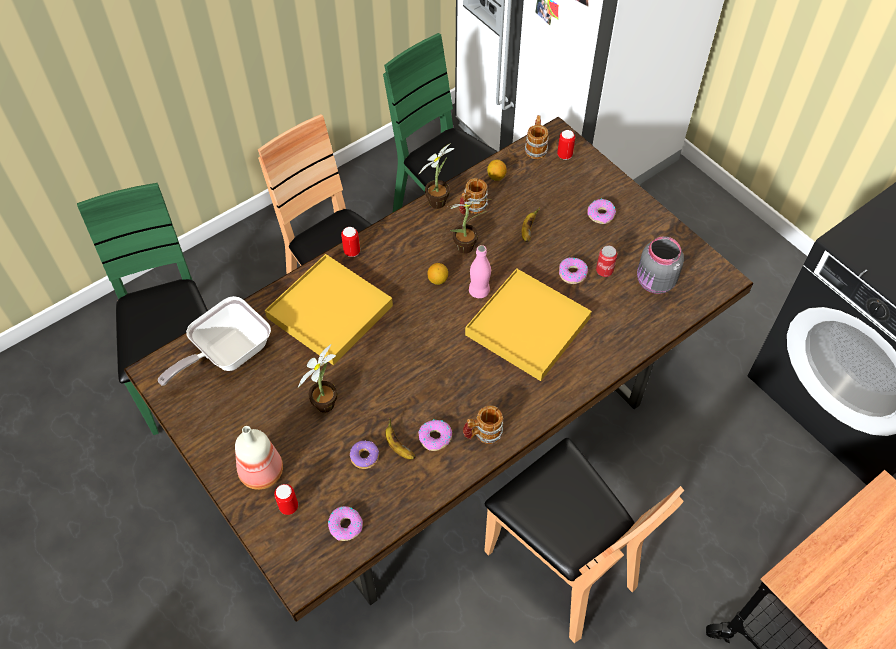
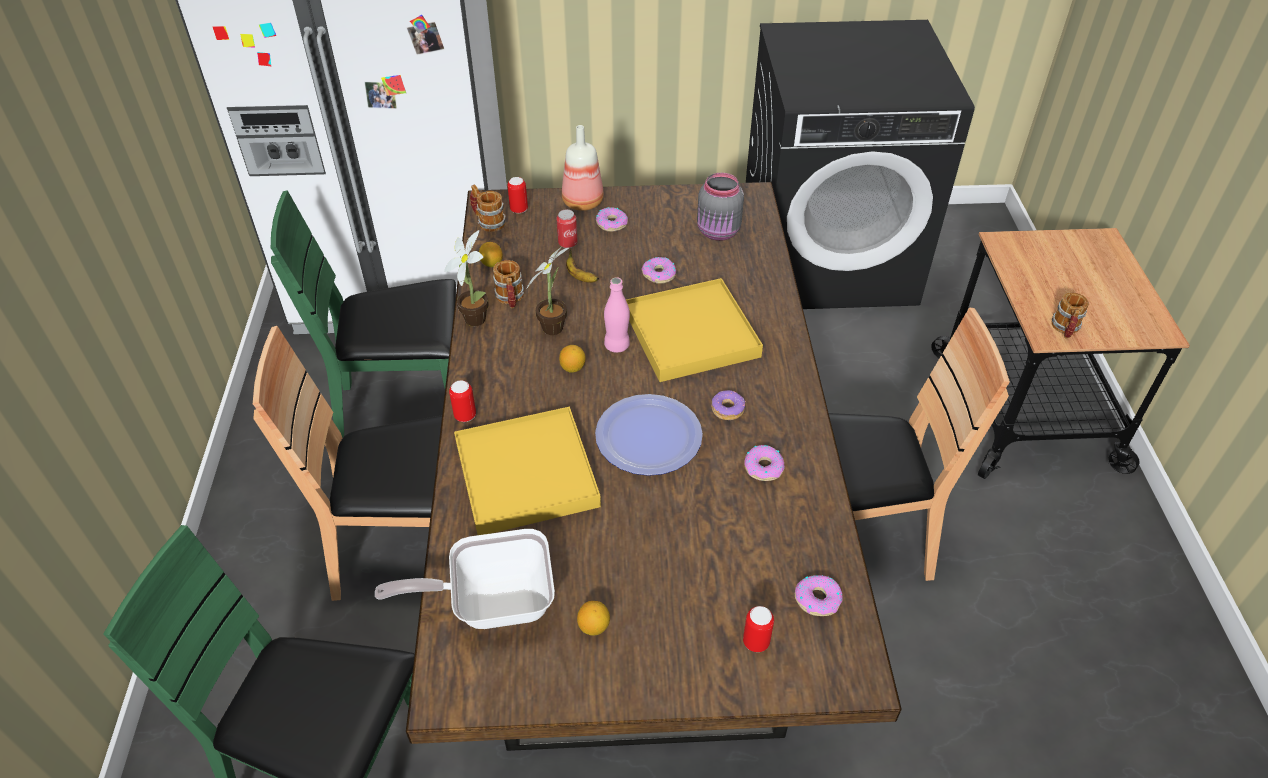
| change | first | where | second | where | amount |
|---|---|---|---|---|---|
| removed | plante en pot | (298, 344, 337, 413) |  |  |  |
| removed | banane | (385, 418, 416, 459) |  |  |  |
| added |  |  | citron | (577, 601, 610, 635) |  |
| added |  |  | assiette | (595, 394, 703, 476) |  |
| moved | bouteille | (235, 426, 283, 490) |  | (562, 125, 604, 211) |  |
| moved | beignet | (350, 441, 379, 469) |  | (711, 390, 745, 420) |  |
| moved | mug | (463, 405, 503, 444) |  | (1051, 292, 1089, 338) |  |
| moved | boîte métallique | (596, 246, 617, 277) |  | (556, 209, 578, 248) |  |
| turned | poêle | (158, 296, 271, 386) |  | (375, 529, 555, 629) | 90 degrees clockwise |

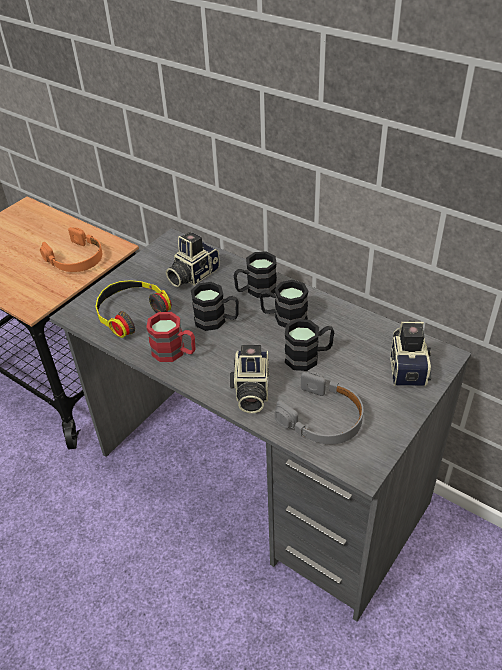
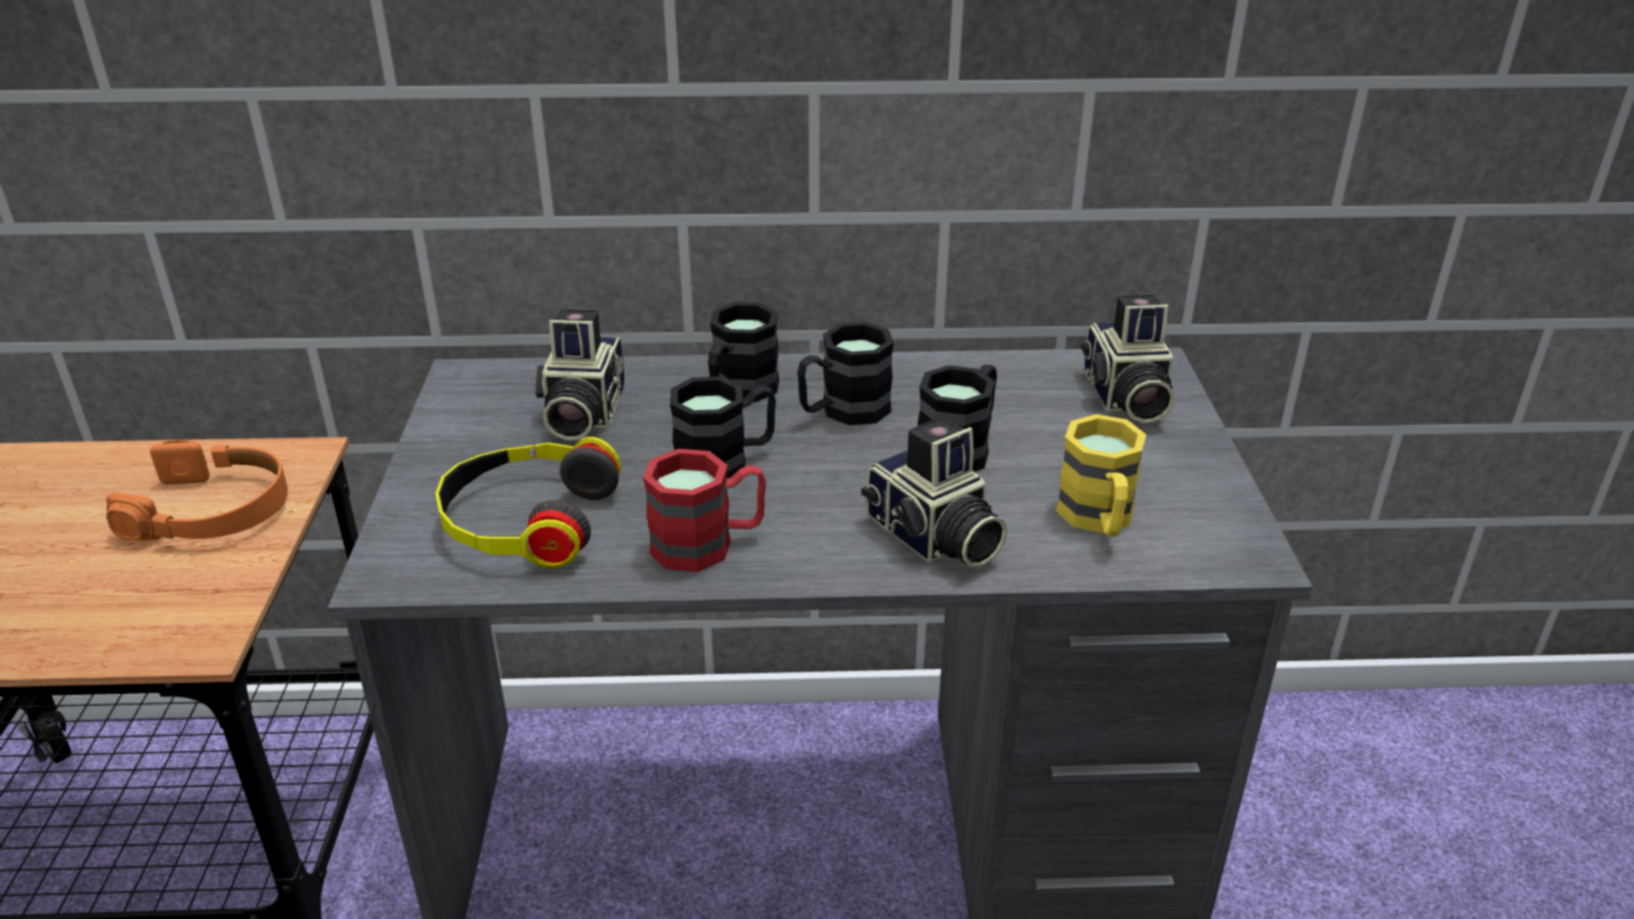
| change | first | where | second | where | amount |
|---|---|---|---|---|---|
| replaced | casque audio/gris | (274, 371, 364, 444) | mug/jaune | (1056, 414, 1146, 537) |  |
| turned | appareil photo | (390, 321, 431, 386) |  | (1081, 294, 1175, 423) | 150 degrees counterclockwise |

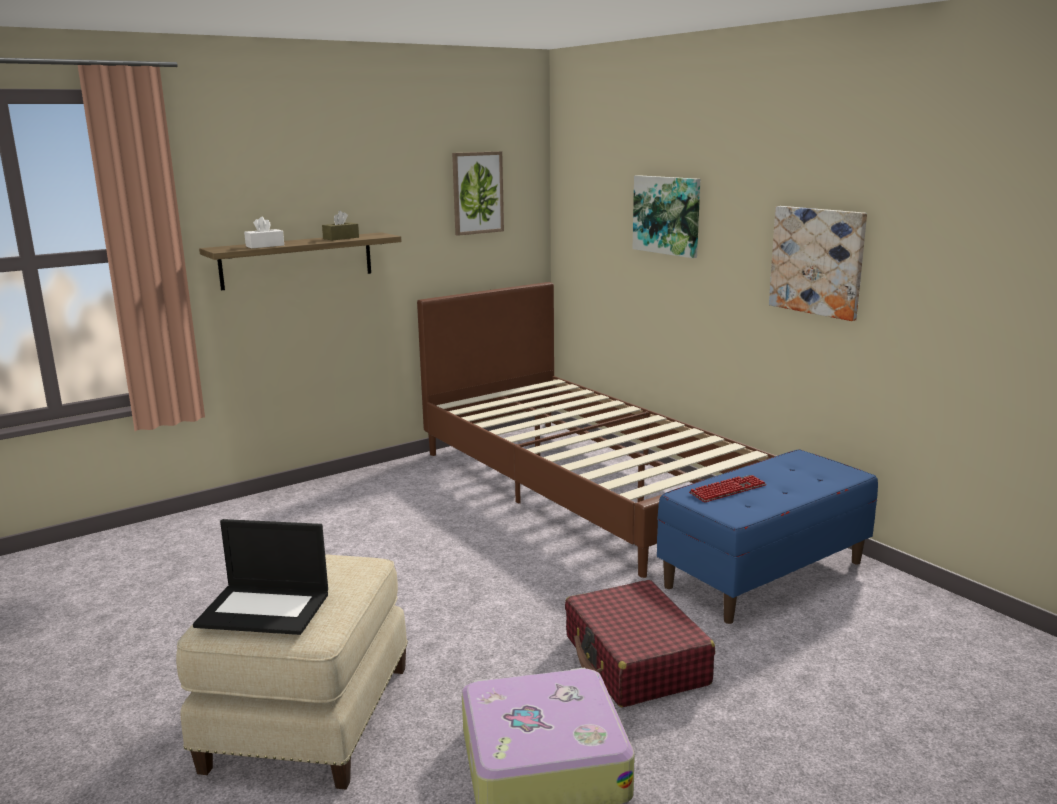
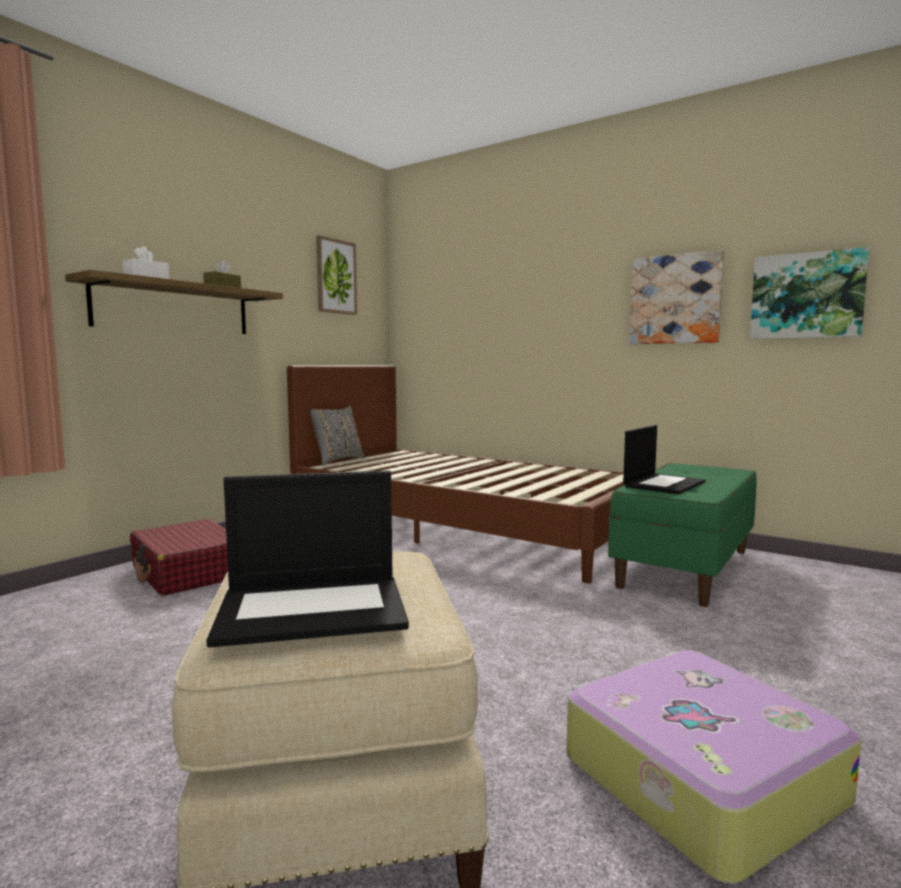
| change | first | where | second | where | amount |
|---|---|---|---|---|---|
| added |  |  | coussin/gris | (310, 406, 365, 466) |  |
| moved | valise/rouge | (565, 580, 715, 707) |  | (130, 519, 228, 596) |  |
| moved | tableau | (633, 175, 700, 258) |  | (750, 247, 869, 339) |  |
| replaced | clavier | (689, 475, 766, 502) | ordinateur portable | (623, 425, 706, 494) |  |
| recoloured | banc/bleu | (657, 449, 878, 624) | banc/vert | (608, 463, 757, 607) |  |

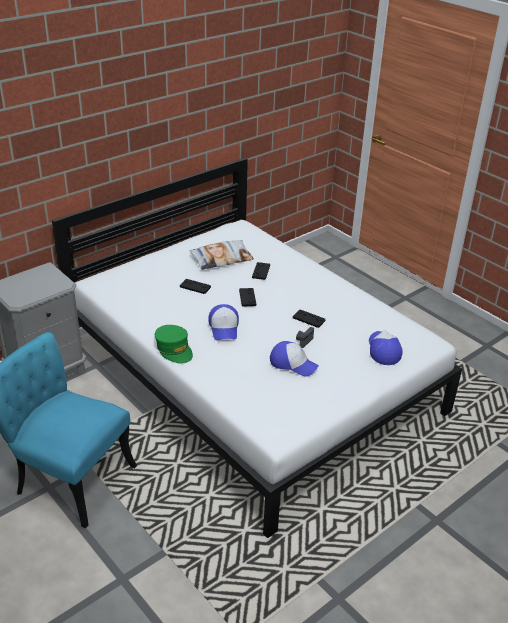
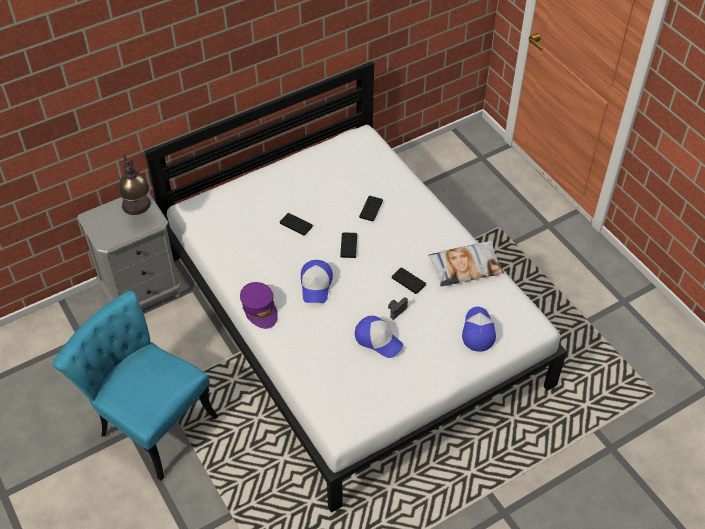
| change | first | where | second | where | amount |
|---|---|---|---|---|---|
| added |  |  | lampe de table | (119, 154, 151, 215) |  |
| moved | coussin | (189, 240, 254, 270) |  | (428, 241, 504, 287) |  |
| recoloured | casquette/vert | (155, 325, 193, 364) | casquette/violet | (240, 282, 278, 329) |  |

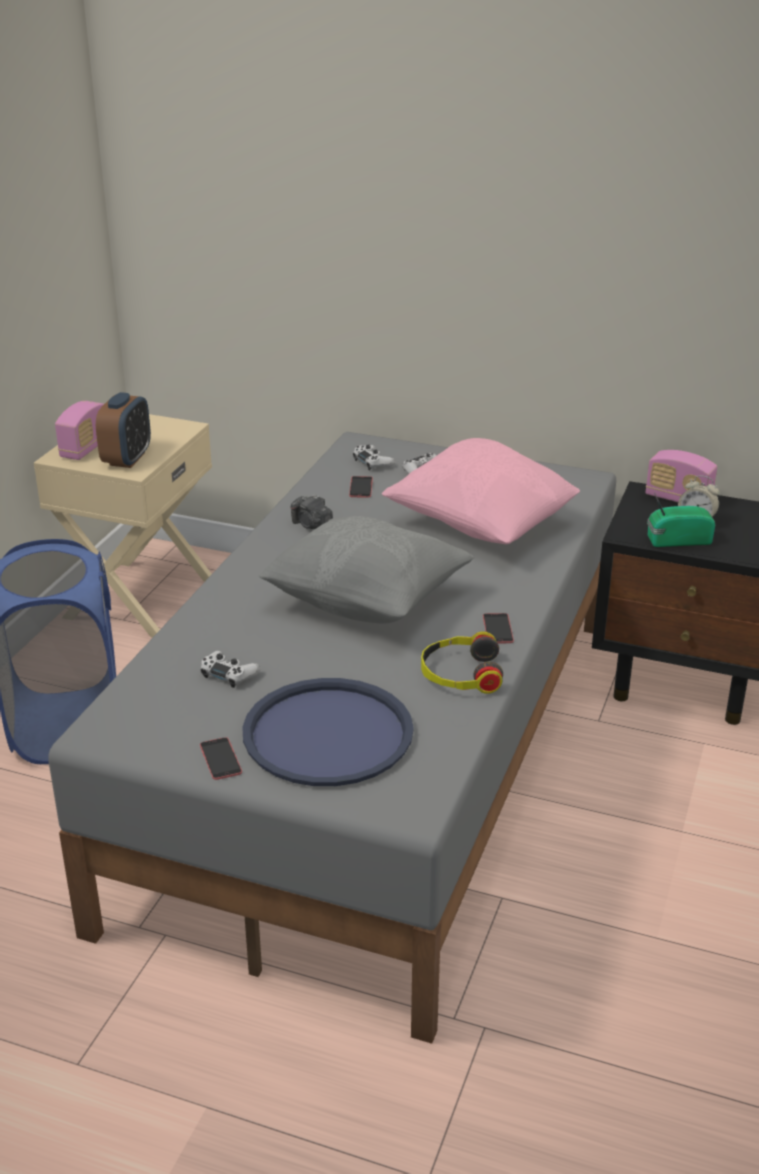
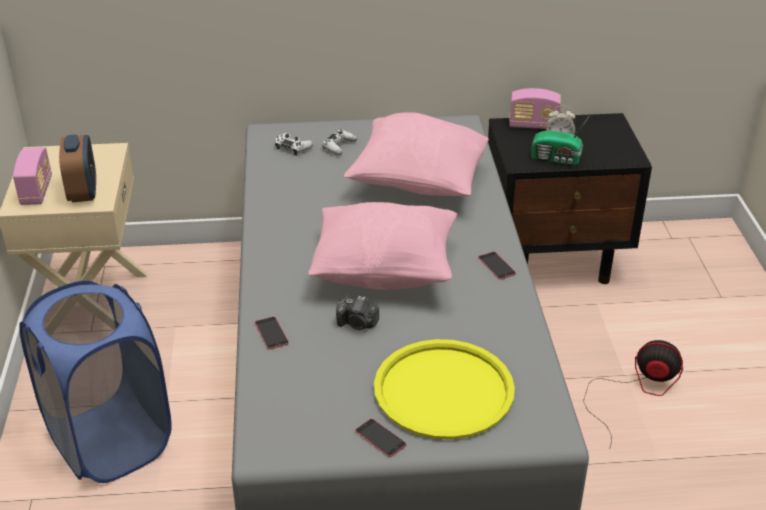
| change | first | where | second | where | amount |
|---|---|---|---|---|---|
| removed | manette/blanc | (200, 651, 261, 688) |  |  |  |
| removed | casque audio | (421, 631, 503, 694) |  |  |  |
| added |  |  | ventilateur | (583, 340, 683, 449) |  |
| moved | appareil photo | (291, 495, 333, 529) |  | (336, 296, 379, 330) |  |
| moved | téléphone | (349, 476, 373, 498) |  | (255, 317, 289, 349) |  |
| recoloured | plateau/bleu | (242, 678, 414, 786) | plateau/jaune | (374, 339, 515, 439) |  |
| recoloured | coussin/gris | (258, 516, 474, 624) | coussin/rose | (308, 202, 457, 290) |  |
| turned | radio | (647, 493, 715, 547) |  | (531, 117, 589, 165) | 135 degrees counterclockwise |

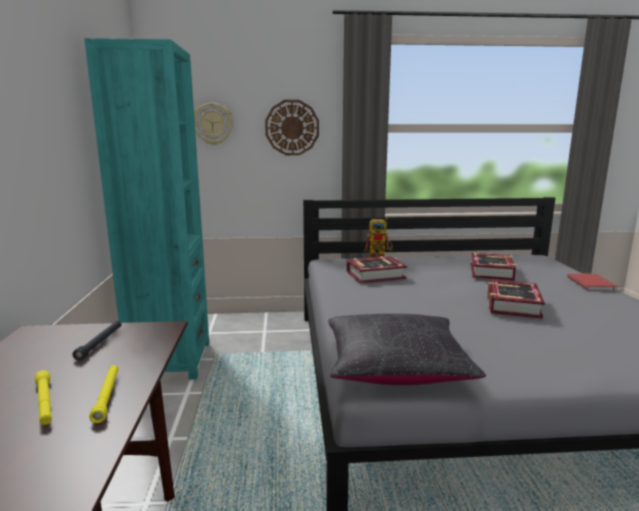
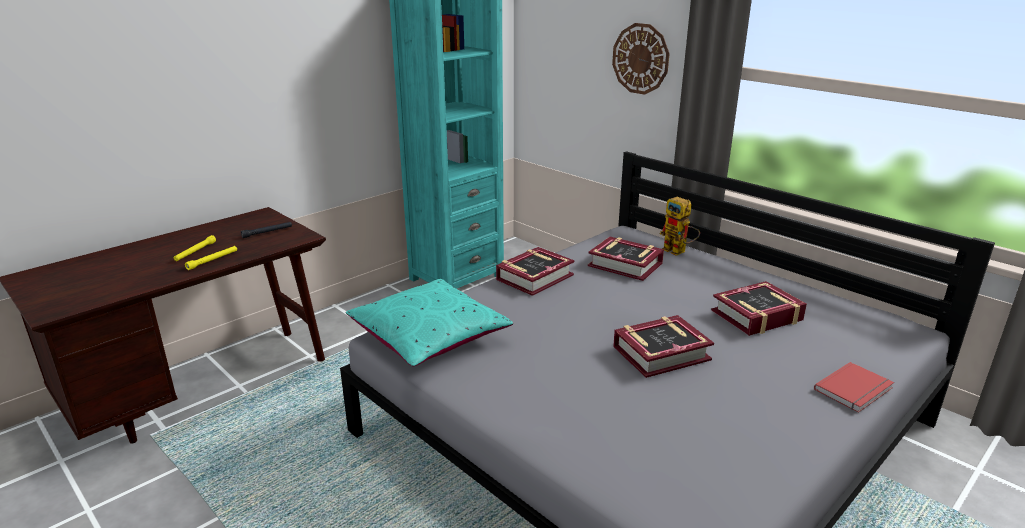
| change | first | where | second | where | amount |
|---|---|---|---|---|---|
| removed | horloge murale | (194, 103, 233, 145) |  |  |  |
| added |  |  | livre | (496, 247, 574, 296) |  |
| recoloured | coussin/noir | (328, 314, 486, 385) | coussin/turquoise | (346, 279, 513, 367) |  |

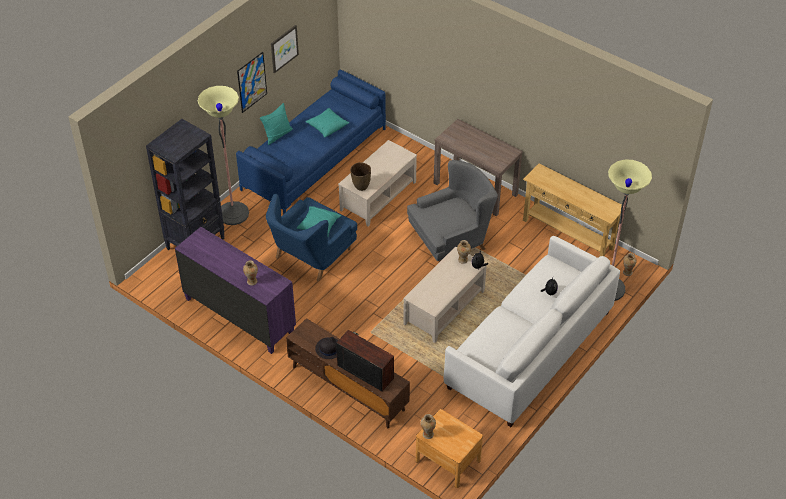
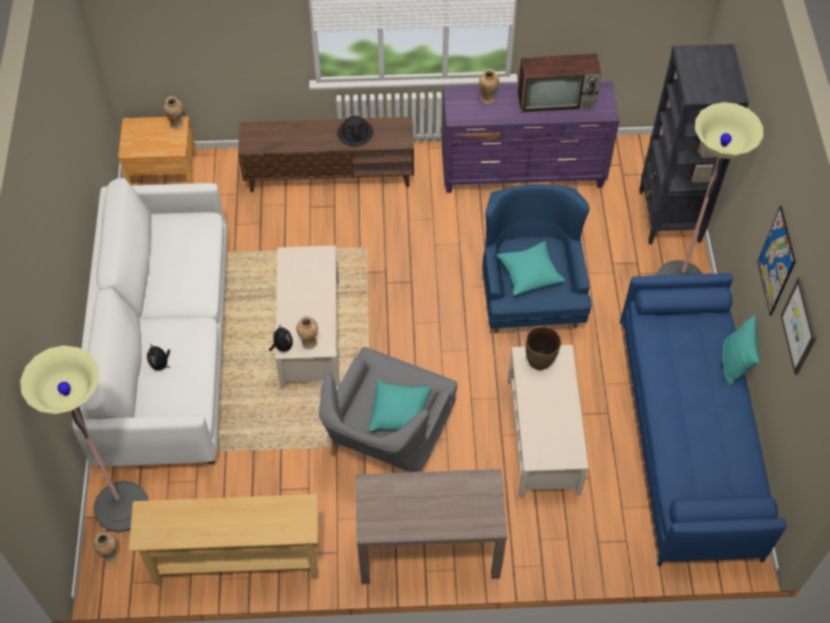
| change | first | where | second | where | amount |
|---|---|---|---|---|---|
| moved | coussin/turquoise | (306, 108, 349, 137) |  | (369, 380, 431, 431) |  |
| moved | téléviseur | (336, 330, 394, 392) |  | (518, 54, 601, 113) |  |

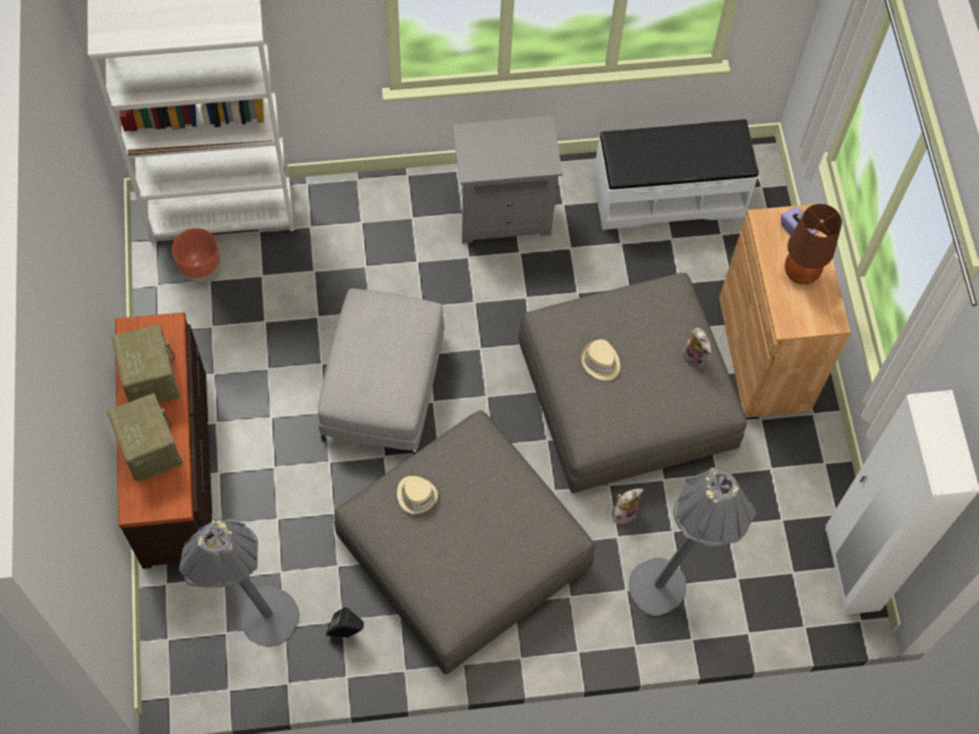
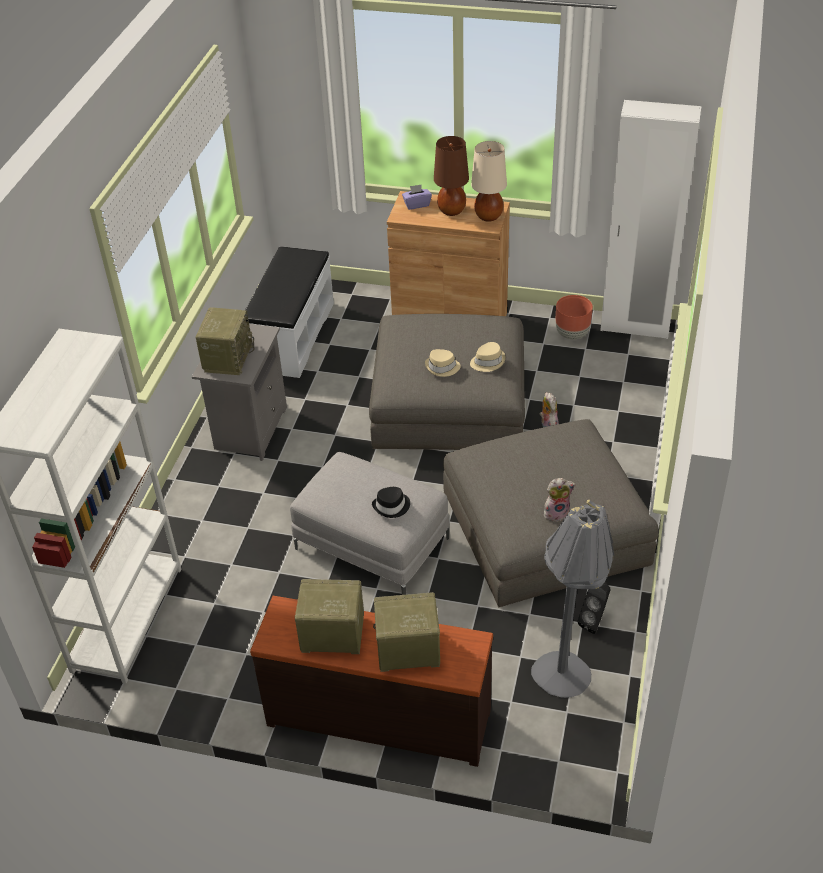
| change | first | where | second | where | amount |
|---|---|---|---|---|---|
| removed | lampadaire/gris | (629, 467, 756, 616) |  |  |  |
| added |  |  | radio | (196, 307, 254, 375) |  |
| added |  |  | chapeau/noir | (372, 487, 410, 518) |  |
| added |  |  | lampe de table/beige | (471, 141, 507, 221) |  |
| moved | cache-pot/marron | (172, 228, 220, 283) |  | (555, 295, 593, 340) |  |
| moved | chapeau/beige | (397, 476, 438, 514) |  | (470, 342, 506, 372) |  |
| moved | peluche | (683, 328, 711, 368) |  | (544, 478, 576, 522) |  |

